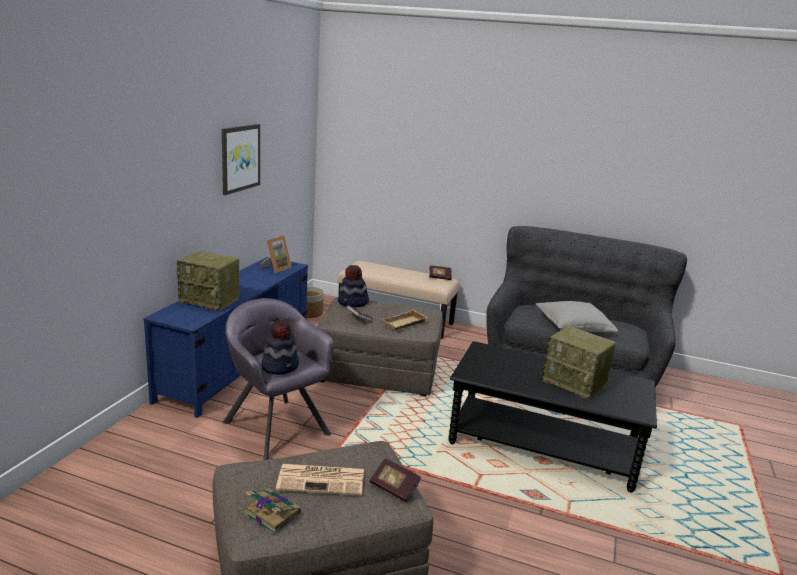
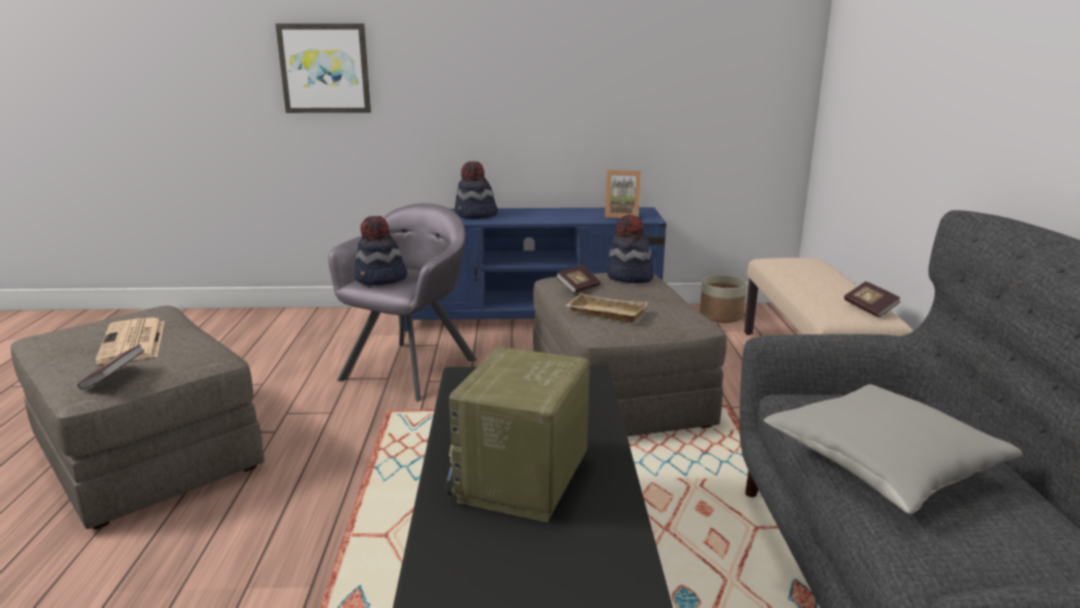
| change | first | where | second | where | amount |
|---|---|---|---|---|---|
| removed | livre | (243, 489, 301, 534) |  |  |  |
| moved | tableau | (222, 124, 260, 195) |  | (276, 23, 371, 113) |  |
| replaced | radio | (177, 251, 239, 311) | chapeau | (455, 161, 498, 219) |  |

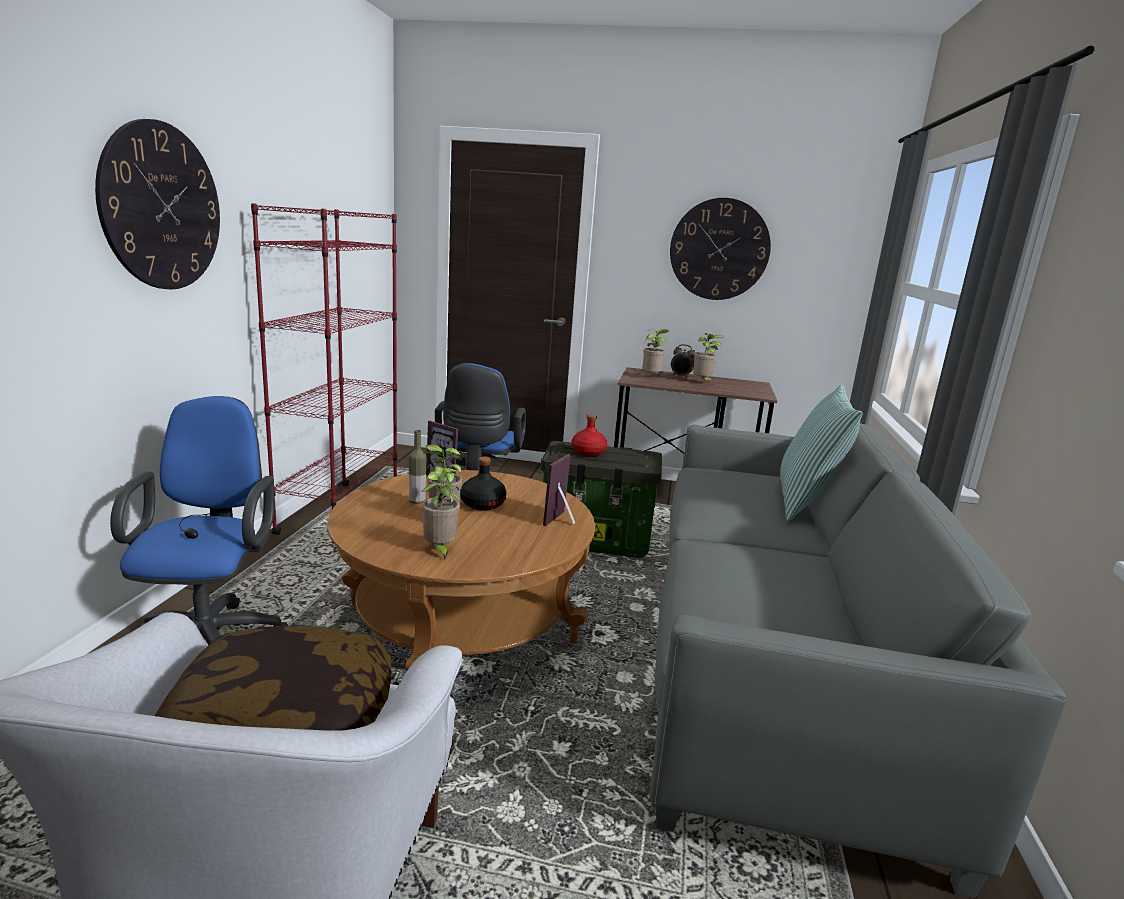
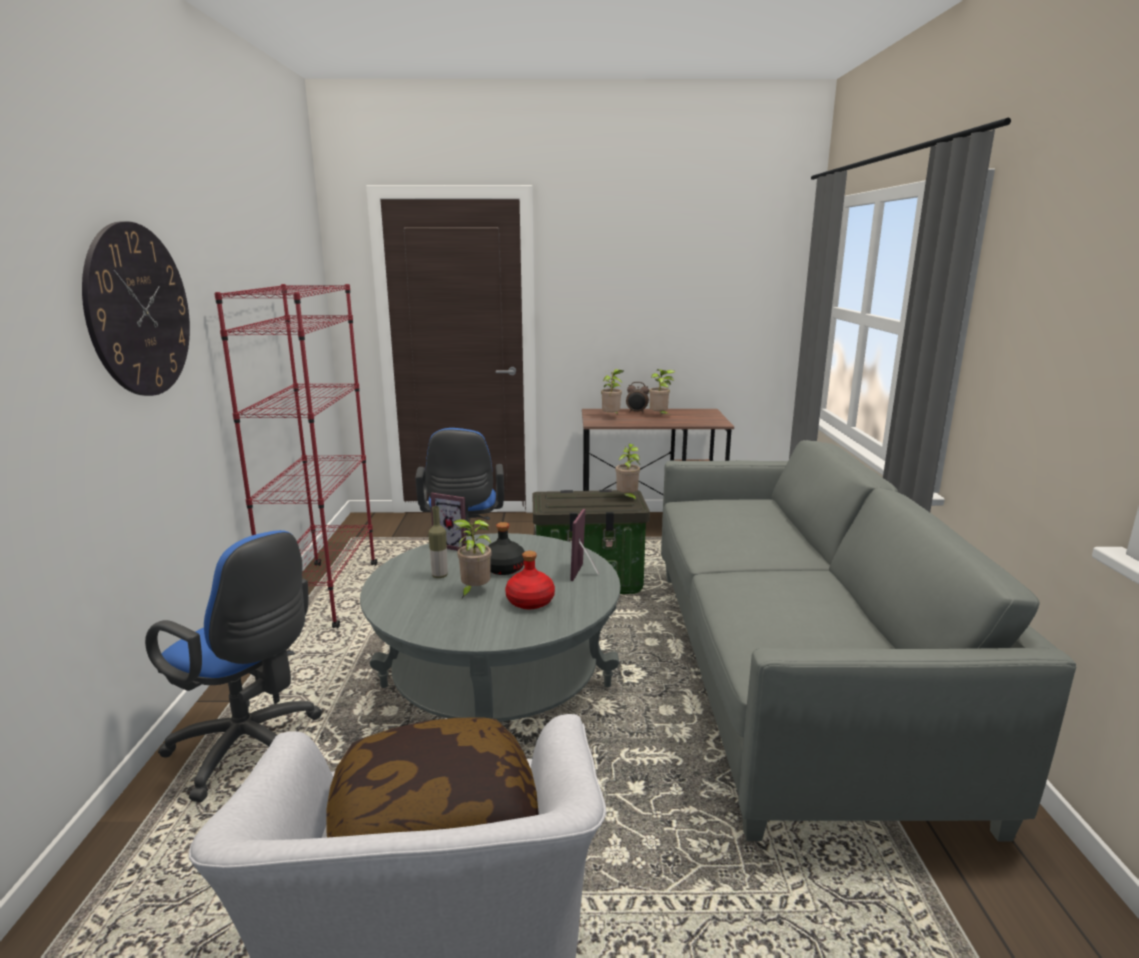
| change | first | where | second | where | amount |
|---|---|---|---|---|---|
| removed | horloge murale | (670, 198, 771, 300) |  |  |  |
| removed | coussin | (780, 385, 863, 521) |  |  |  |
| moved | plante en pot | (421, 468, 461, 560) |  | (616, 444, 640, 501) |  |
| moved | bouteille/rouge | (571, 414, 607, 457) |  | (505, 551, 555, 609) |  |
| recoloured | table basse/marron | (328, 470, 595, 672) | table basse/gris | (360, 533, 621, 722) |  |
| turned | chaise de bureau/bleu | (110, 396, 288, 645) |  | (145, 530, 322, 802) | 135 degrees clockwise |

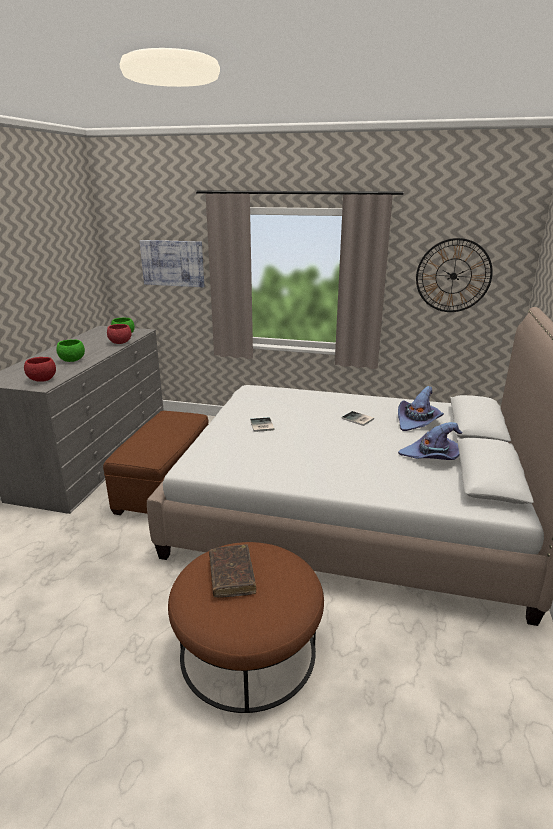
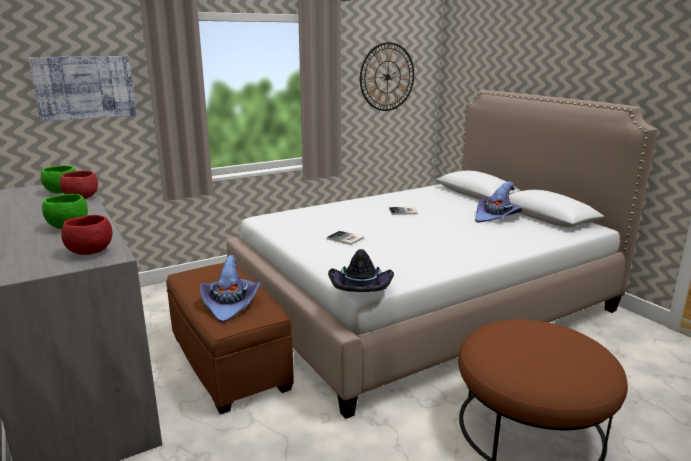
| change | first | where | second | where | amount |
|---|---|---|---|---|---|
| removed | livre/marron | (209, 544, 256, 597) |  |  |  |
| added |  |  | chapeau/noir | (328, 249, 394, 292) |  |
| moved | chapeau/violet | (398, 386, 444, 431) |  | (200, 255, 260, 323) |  |

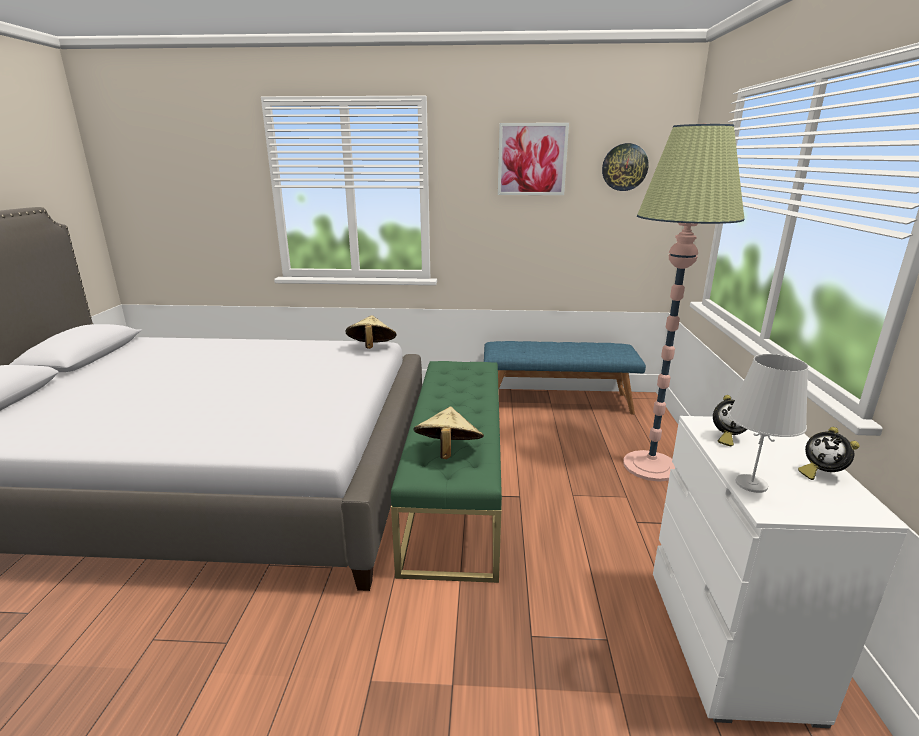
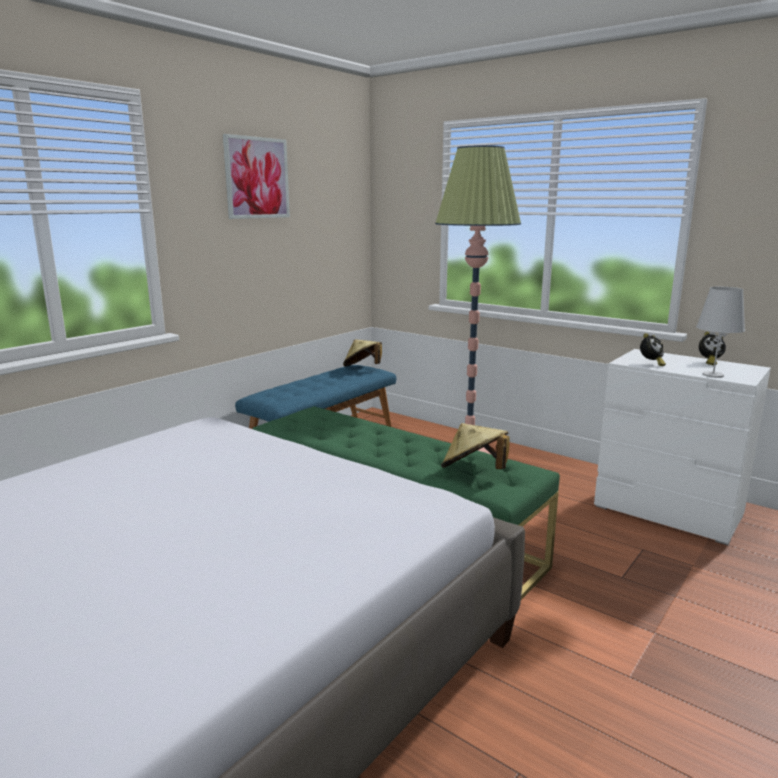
| change | first | where | second | where | amount |
|---|---|---|---|---|---|
| removed | horloge murale | (602, 143, 649, 191) |  |  |  |
| moved | chapeau/beige | (345, 315, 397, 349) |  | (343, 339, 382, 367) |  |

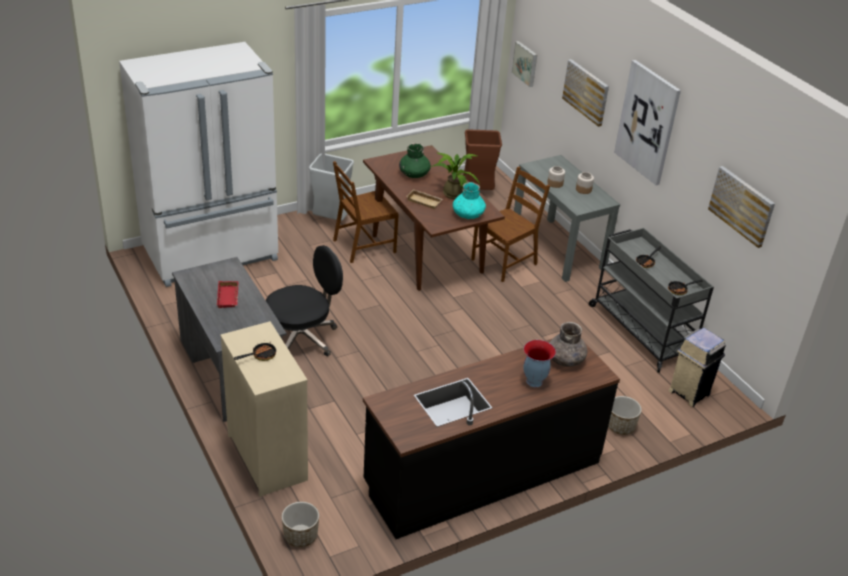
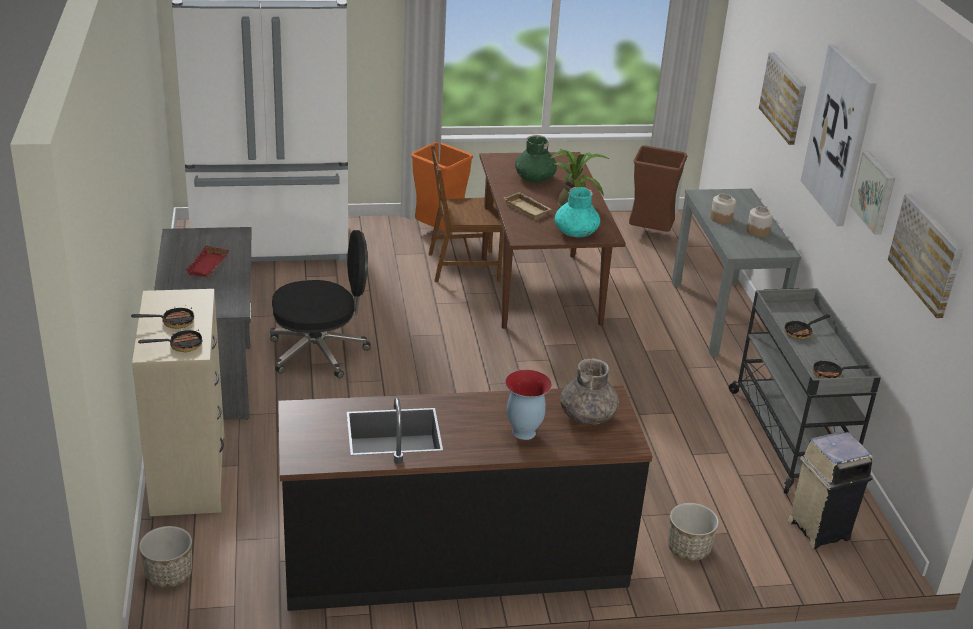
| change | first | where | second | where | amount |
|---|---|---|---|---|---|
| removed | chaise/marron | (471, 167, 550, 282) |  |  |  |
| added |  |  | poêle | (138, 327, 202, 352) |  |
| moved | tableau | (511, 41, 537, 87) |  | (850, 152, 895, 235) |  |
| recoloured | poubelle/gris | (309, 154, 354, 221) | poubelle/orange | (411, 142, 473, 232) |  |

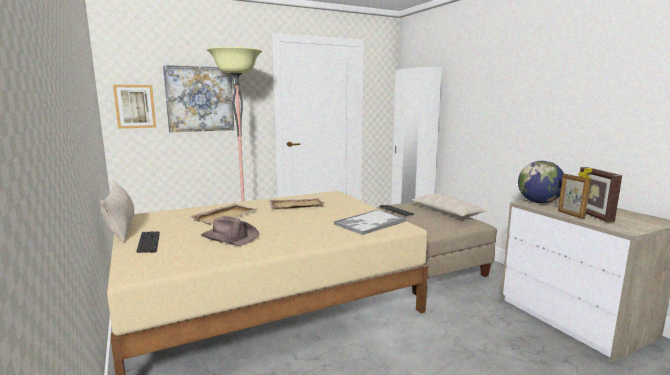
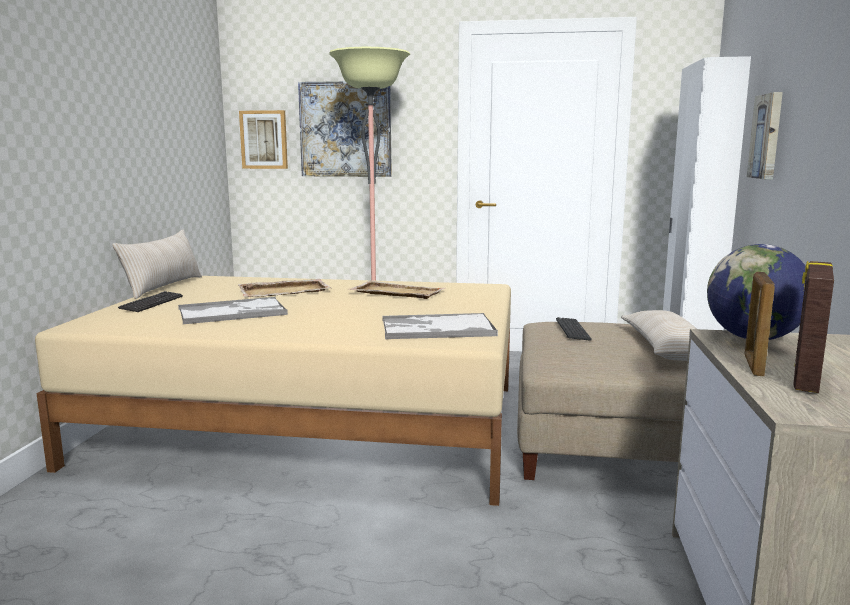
| change | first | where | second | where | amount |
|---|---|---|---|---|---|
| added |  |  | tableau | (747, 92, 783, 179) |  |
| replaced | chapeau/marron | (201, 216, 259, 246) | plateau | (178, 297, 288, 324) |  |

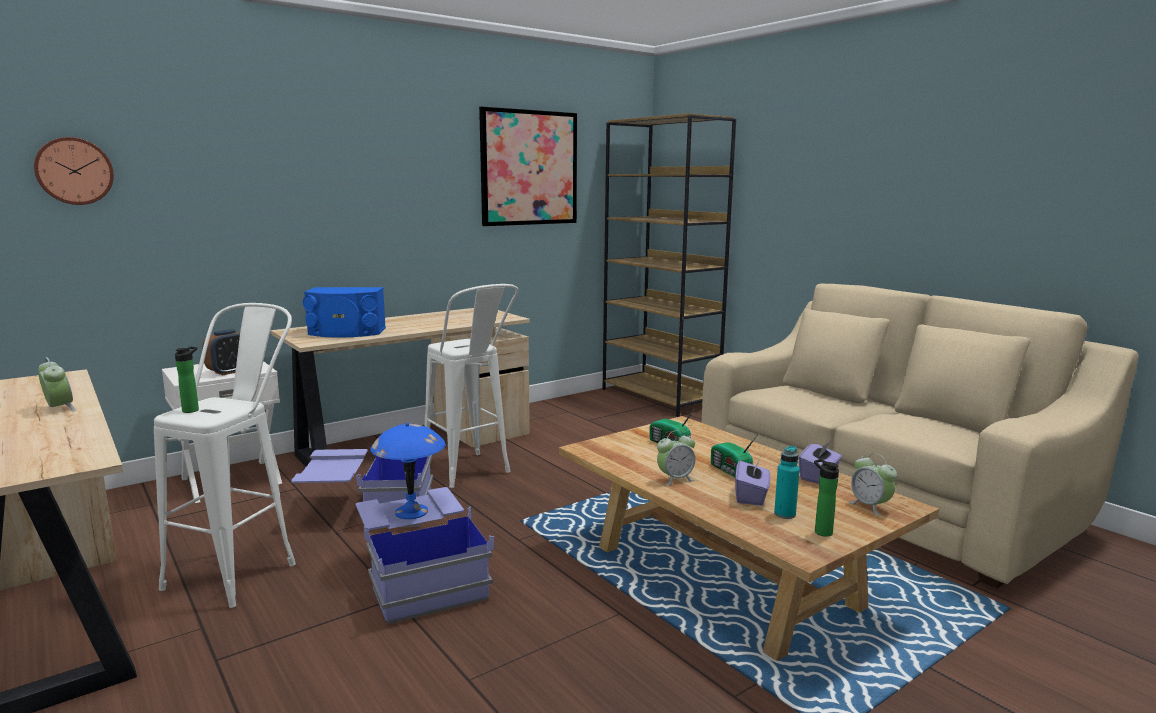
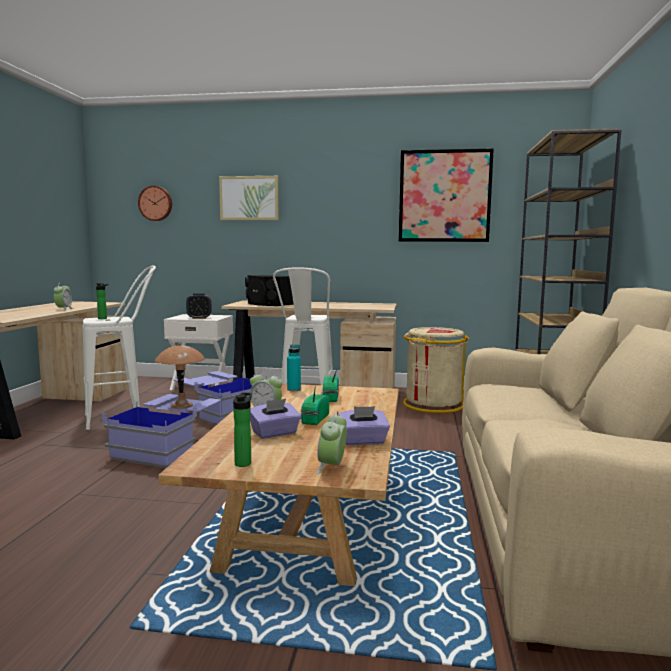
| change | first | where | second | where | amount |
|---|---|---|---|---|---|
| added |  |  | tableau | (219, 176, 279, 220) |  |
| added |  |  | poubelle/beige | (403, 327, 469, 413) |  |
| moved | bouteille/turquoise | (774, 446, 800, 519) |  | (287, 344, 301, 391) |  |
| recoloured | enceinte/bleu | (303, 287, 386, 337) | enceinte/noir | (245, 275, 294, 306) |  |
| recoloured | lampe de table/bleu | (371, 422, 446, 519) | lampe de table/marron | (155, 343, 205, 408) |  |

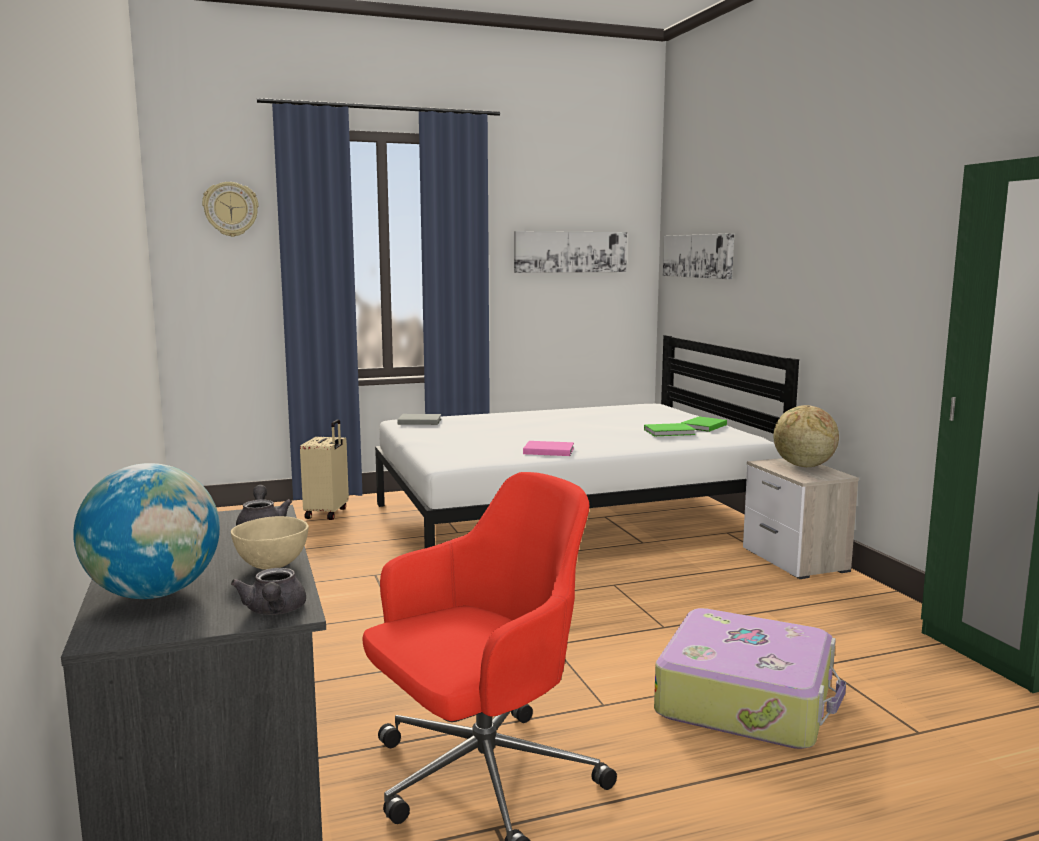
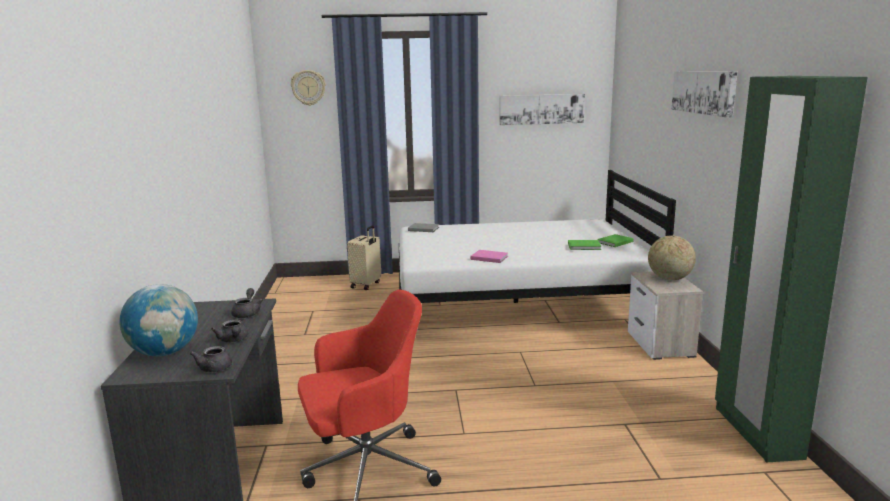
| change | first | where | second | where | amount |
|---|---|---|---|---|---|
| removed | valise | (654, 608, 846, 749) |  |  |  |
| moved | tableau | (663, 233, 734, 279) |  | (672, 71, 738, 118) |  |
| replaced | bol/beige | (231, 516, 309, 569) | théière/gris | (211, 320, 248, 342) |  |

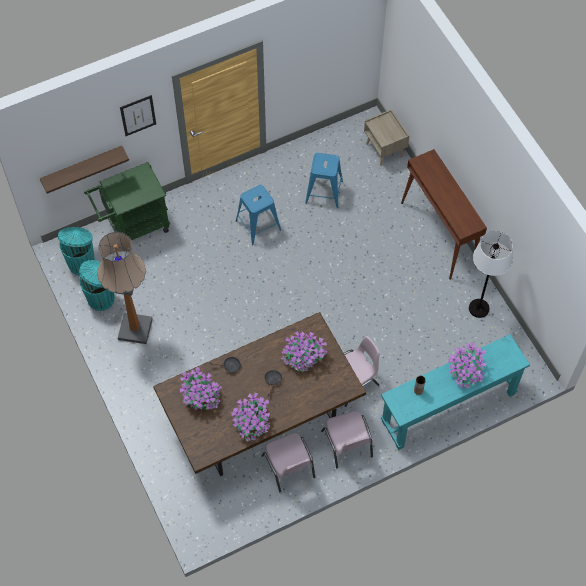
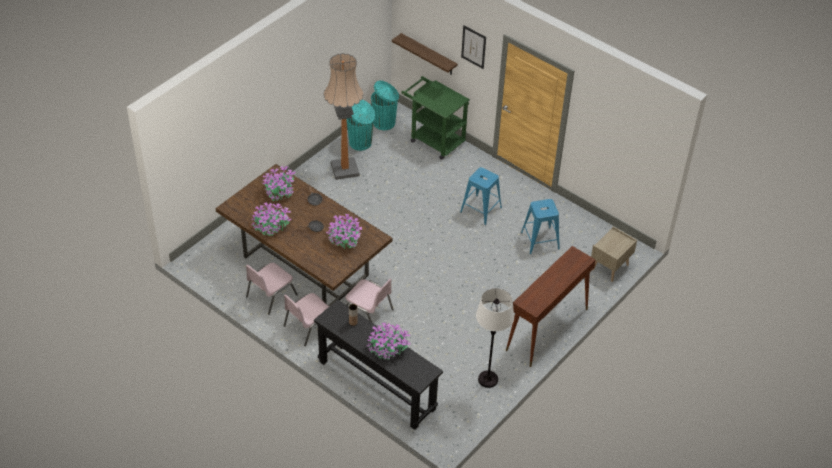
| change | first | where | second | where | amount |
|---|---|---|---|---|---|
| recoloured | table console/turquoise | (381, 334, 530, 450) | table console/noir | (314, 300, 443, 430) |  |

